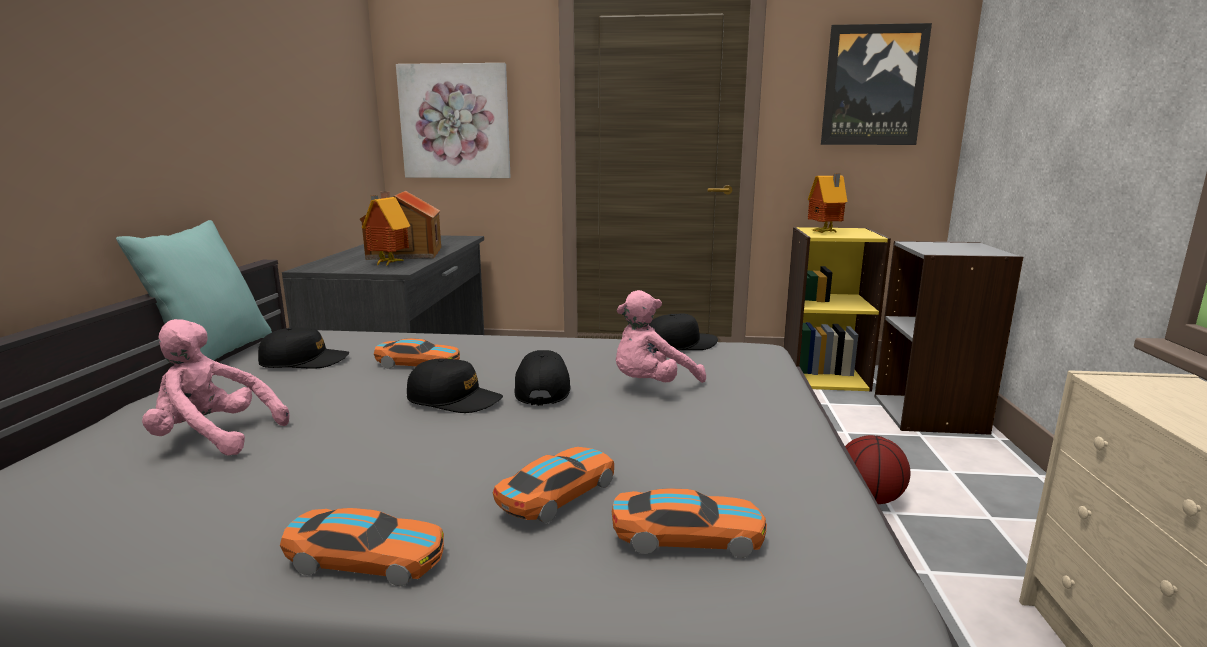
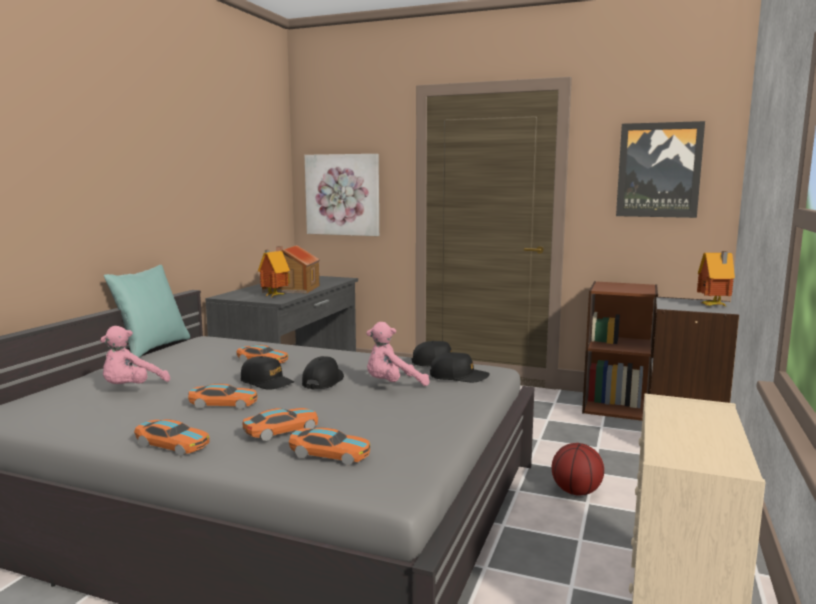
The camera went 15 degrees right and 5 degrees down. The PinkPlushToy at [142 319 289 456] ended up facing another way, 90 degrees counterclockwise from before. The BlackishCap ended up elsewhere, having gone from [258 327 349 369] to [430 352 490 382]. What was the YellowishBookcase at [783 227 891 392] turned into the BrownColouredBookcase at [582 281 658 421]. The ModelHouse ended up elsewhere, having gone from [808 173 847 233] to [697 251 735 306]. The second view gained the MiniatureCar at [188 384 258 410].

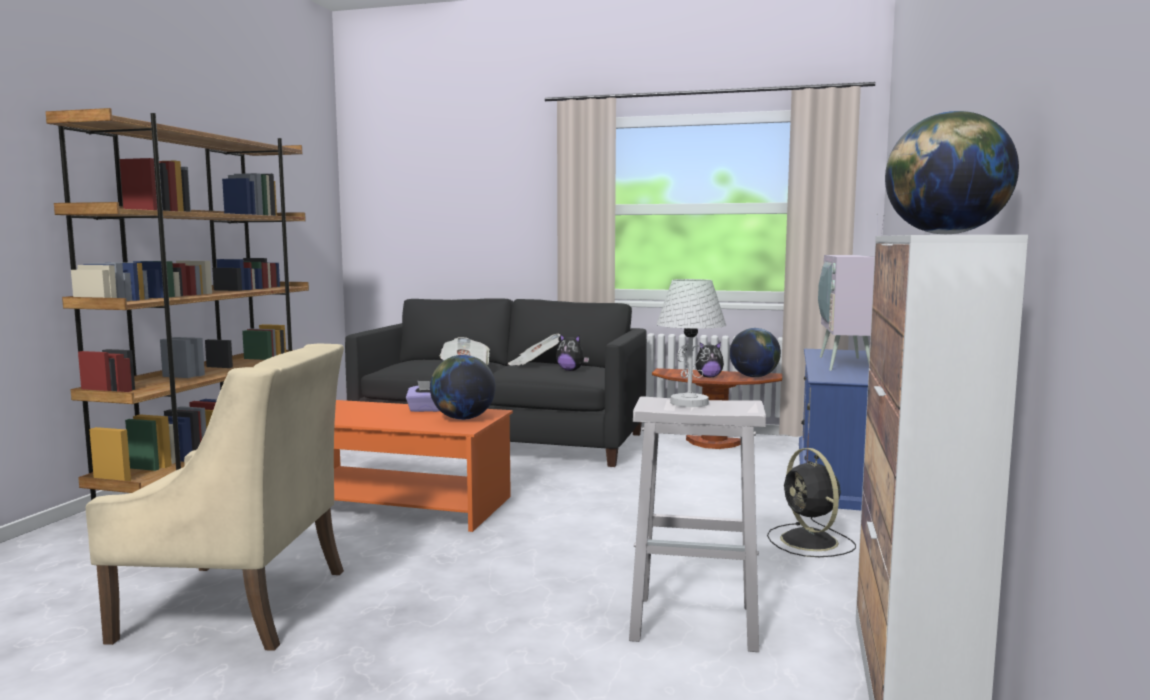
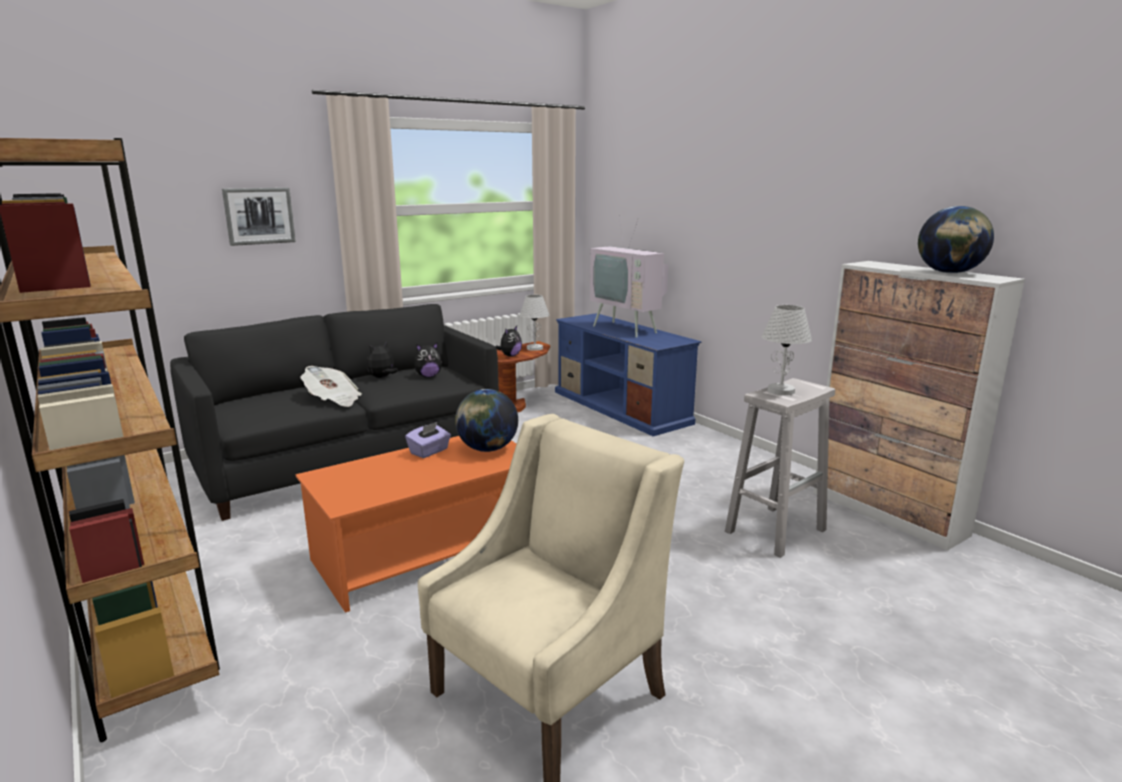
The camera went 50 degrees left and 10 degrees up. Where the Newspaper stood at [508 334 560 366], the PlushToy came to stand at [367 342 398 378]. Where the WorldGlobe stood at [730 328 781 377], the WhiteColouredTabletopLamp came to stand at [520 295 549 351]. The second view lost the BlackishElectricFan at [767 448 856 557]. The second view gained the Picture at [222 188 296 246].

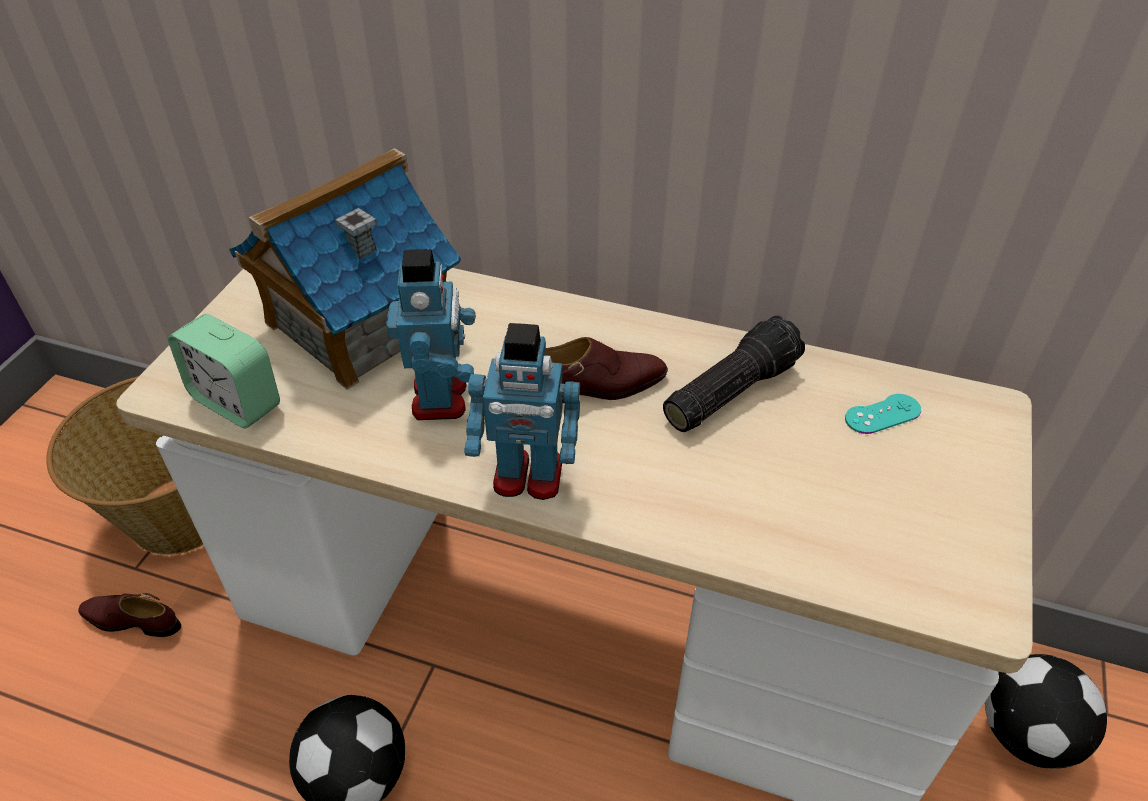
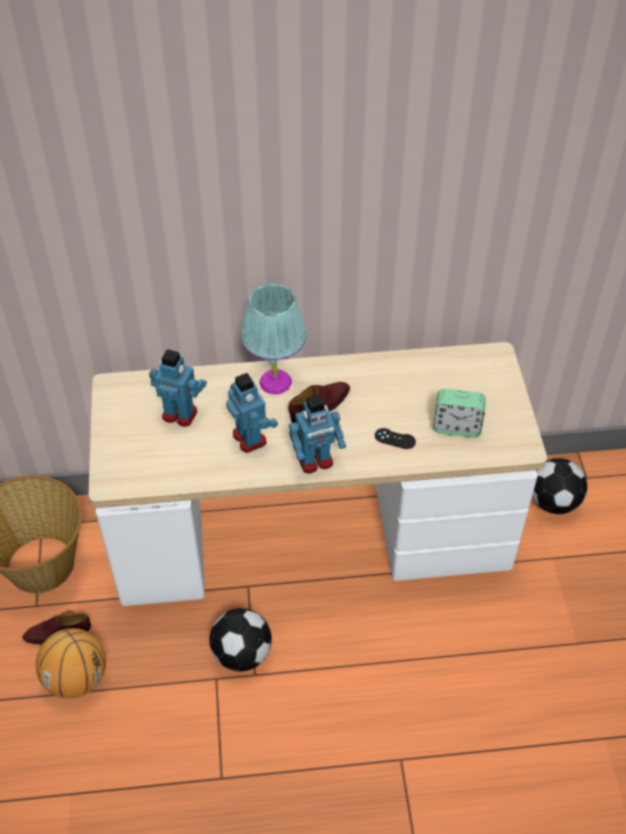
The camera went 25 degrees left and 5 degrees up. The BedsideClock ended up elsewhere, having gone from [168 314 280 429] to [433 389 486 437]. Where the ModelHouse stood at [229 148 461 390], the ModelRobot came to stand at [149 349 207 427]. The second view lost the Torch at [663 316 805 432]. The second view lost the TurquoiseColouredGameController at [845 394 921 434]. The second view gained the BasketballBall at [36 628 106 698]. The second view gained the TurquoiseColouredTabletopLamp at [241 284 306 394]. The second view gained the BlackishGameController at [375 428 416 449].

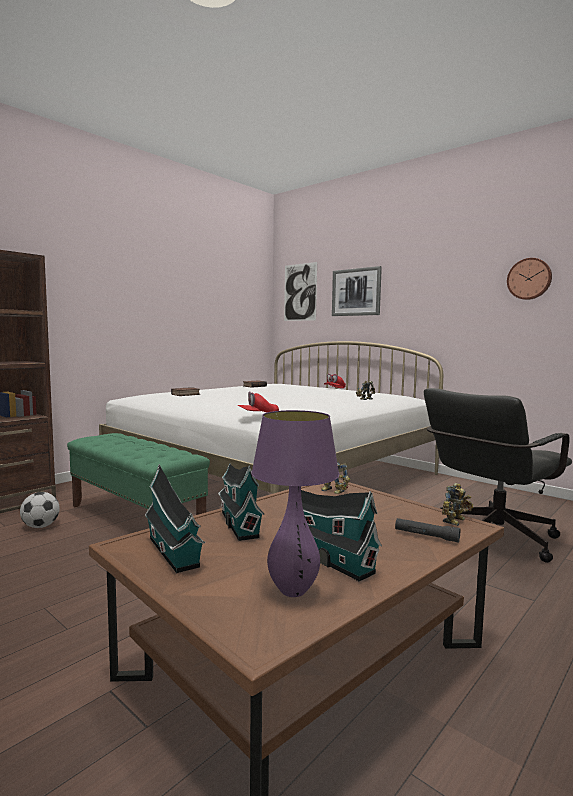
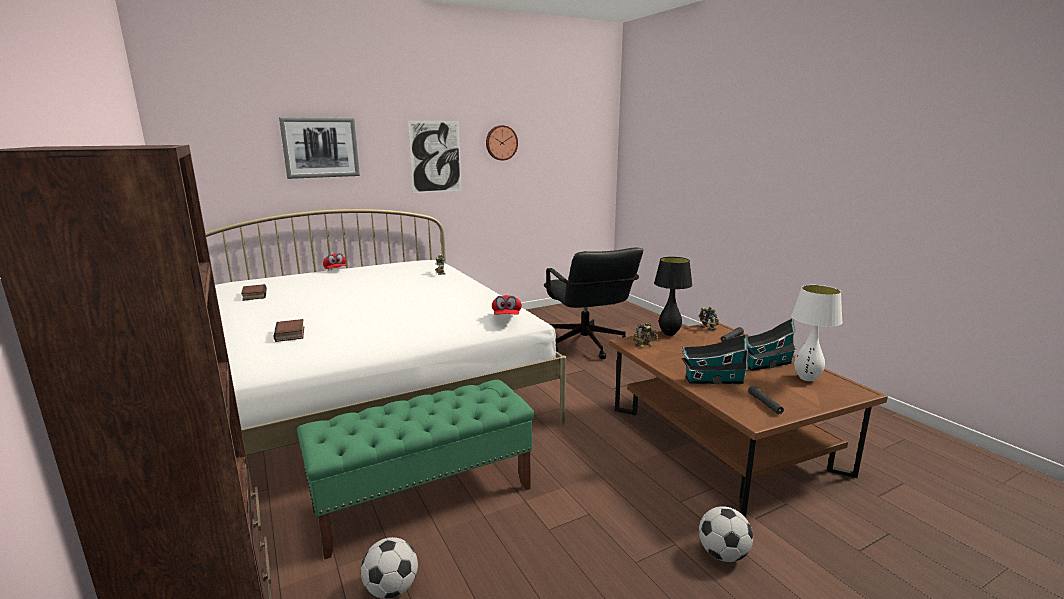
The camera went 70 degrees left and 10 degrees up. Where the ModelHouse stood at [145 464 205 573], the BlackishTorch came to stand at [748 385 784 414]. What was the PurpleTabletopLamp at [251 410 339 597] turned into the WhiteColouredTabletopLamp at [791 285 843 381]. The Picture ended up elsewhere, having gone from [284 262 317 321] to [408 121 462 193]. The second view gained the BlackishTabletopLamp at [654 257 693 336]. The second view gained the Football at [699 506 753 562].

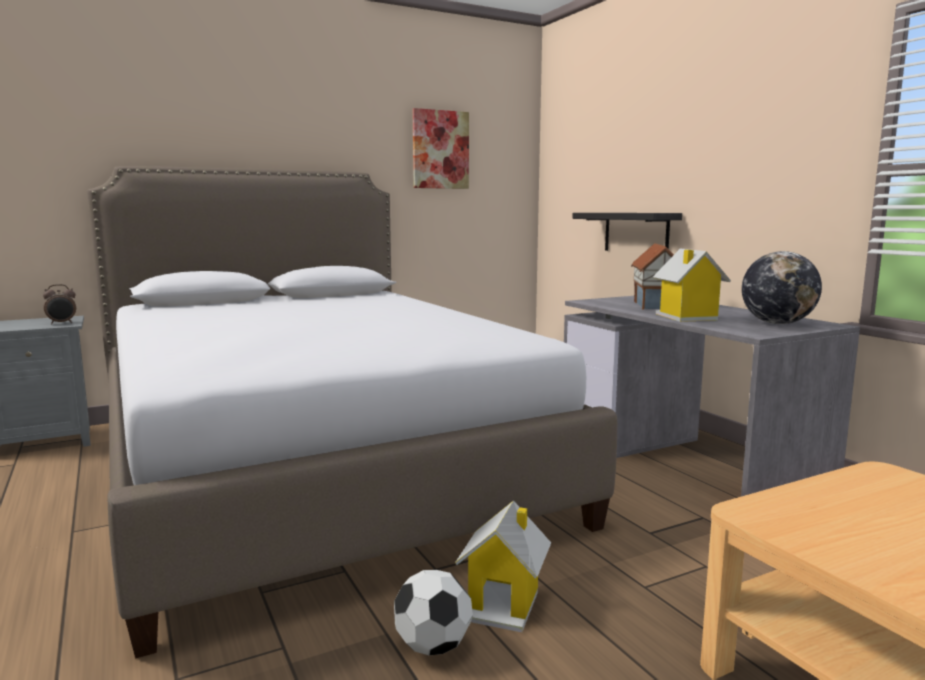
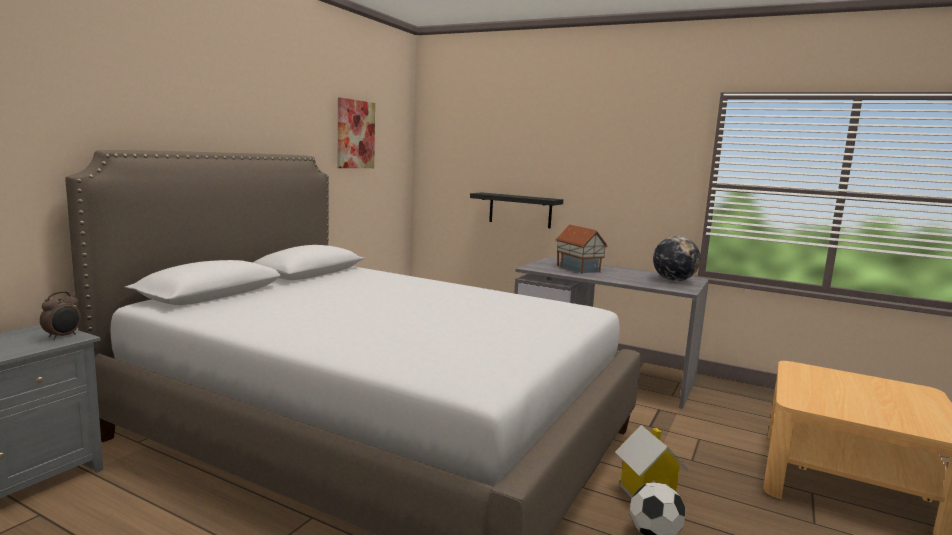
The camera went 35 degrees left and 0 degrees up. The second view lost the ModelHouse at [653 248 731 322].

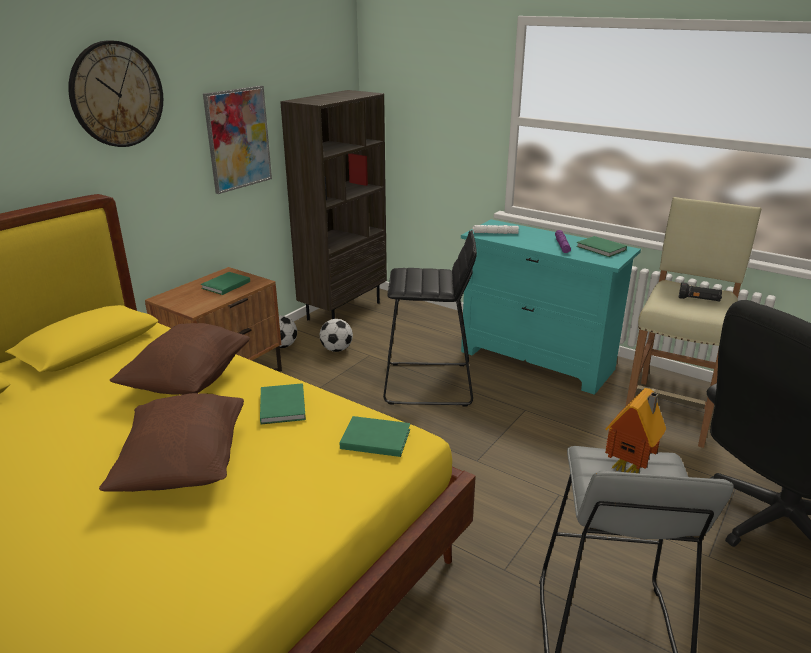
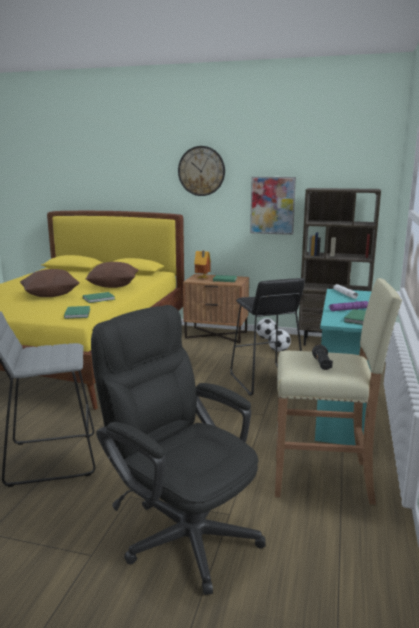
The camera went 70 degrees right and 10 degrees down. The ModelHouse ended up elsewhere, having gone from [605 388 666 473] to [194 251 211 279].

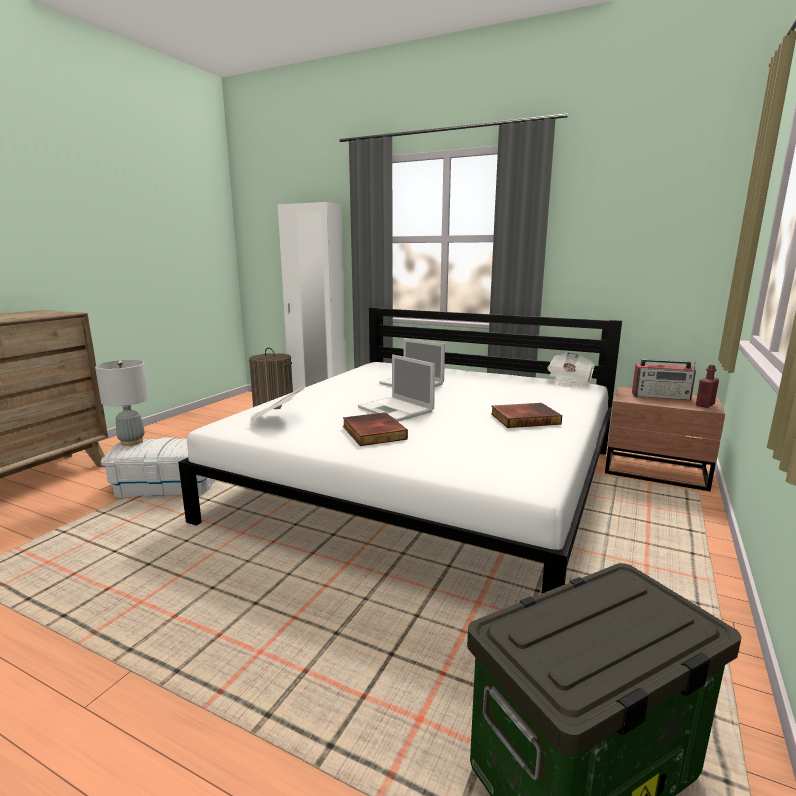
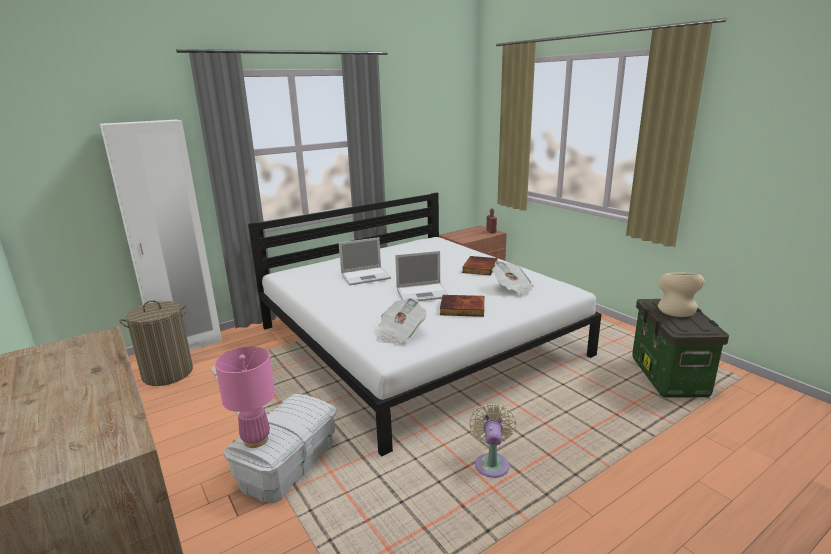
The camera went 60 degrees left and 5 degrees up. What was the GreyishTabletopLamp at [95 360 149 446] turned into the PinkTabletopLamp at [215 346 275 448]. The Newspaper ended up elsewhere, having gone from [547 352 595 388] to [492 261 534 296]. The second view lost the Radio at [632 359 696 401]. The second view gained the BeigeElectricFan at [469 403 516 478]. The second view gained the BeigeVase at [658 273 705 317].

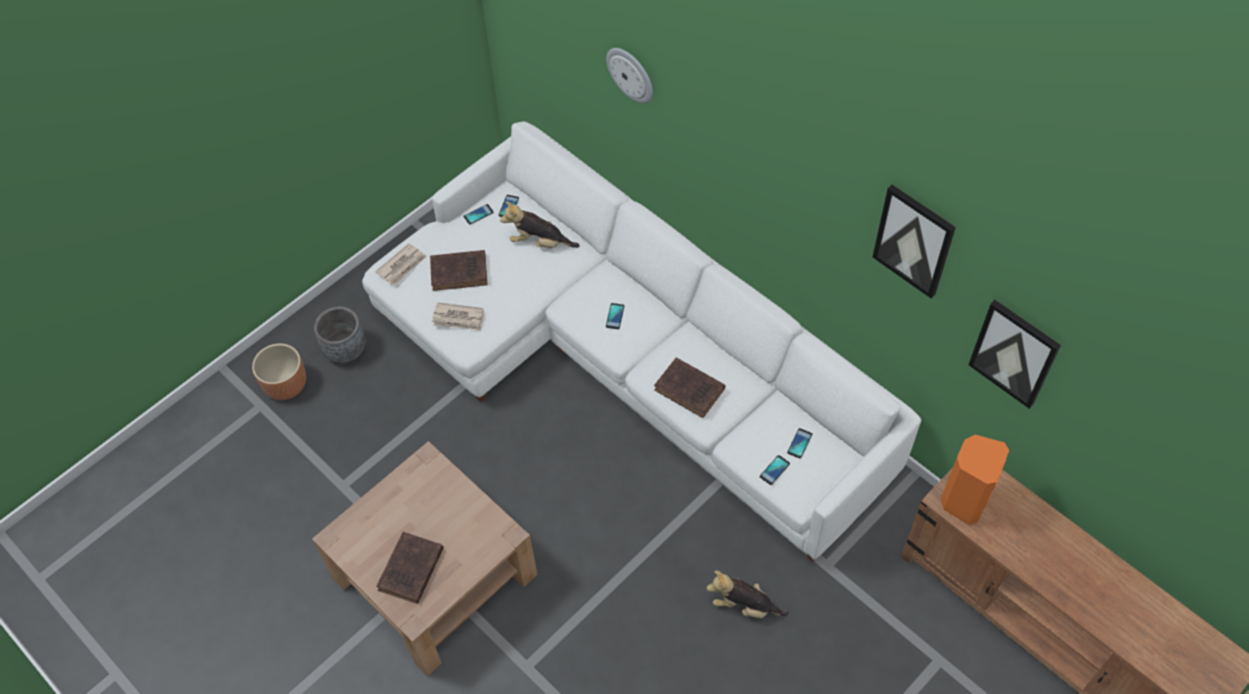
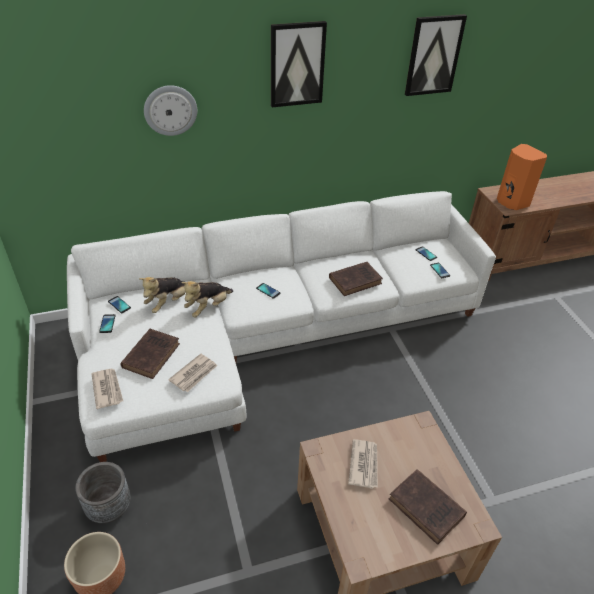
The camera went 65 degrees left and 15 degrees down. The PlushToy ended up elsewhere, having gone from [706 571 789 618] to [181 281 233 317]. The Picture ended up elsewhere, having gone from [968 300 1061 409] to [271 21 327 107]. The second view gained the Newspaper at [348 439 378 489].

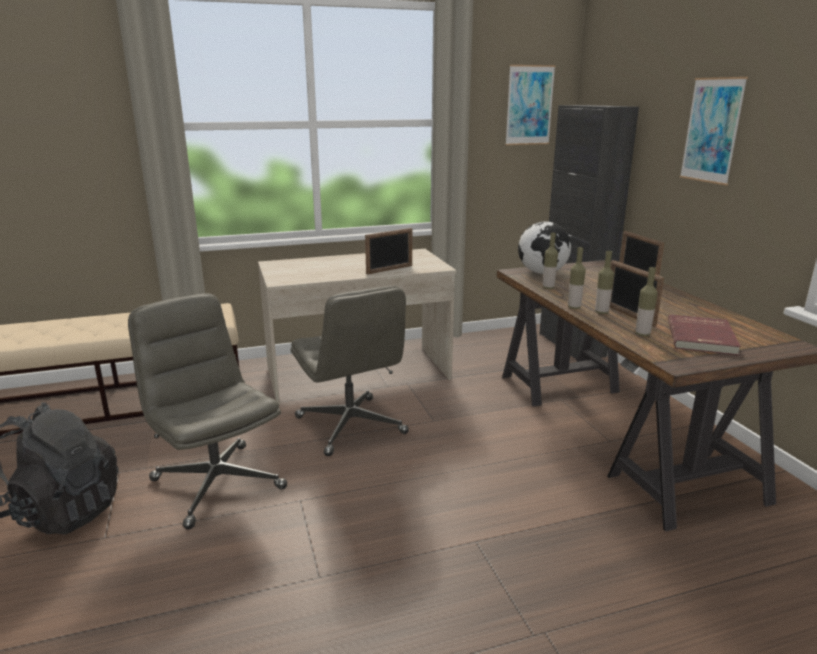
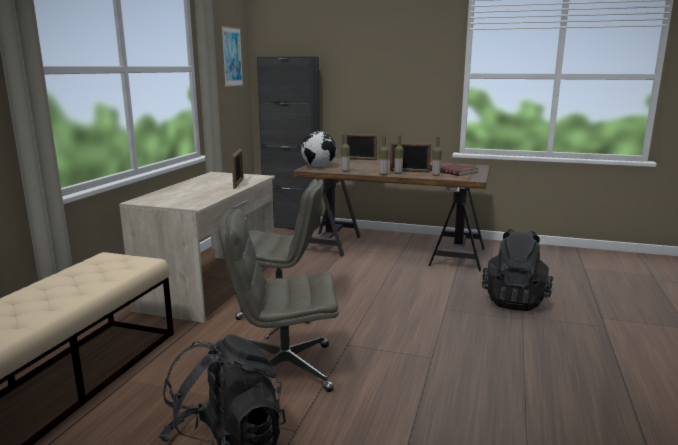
The camera went 55 degrees left and 5 degrees down. The second view lost the Picture at [680 77 748 185]. The second view gained the BlackishRucksack at [482 229 553 311].

